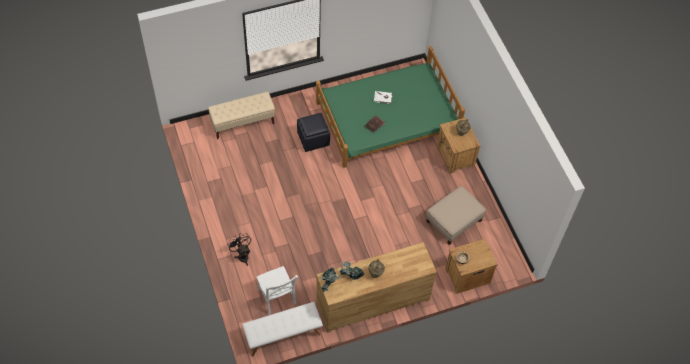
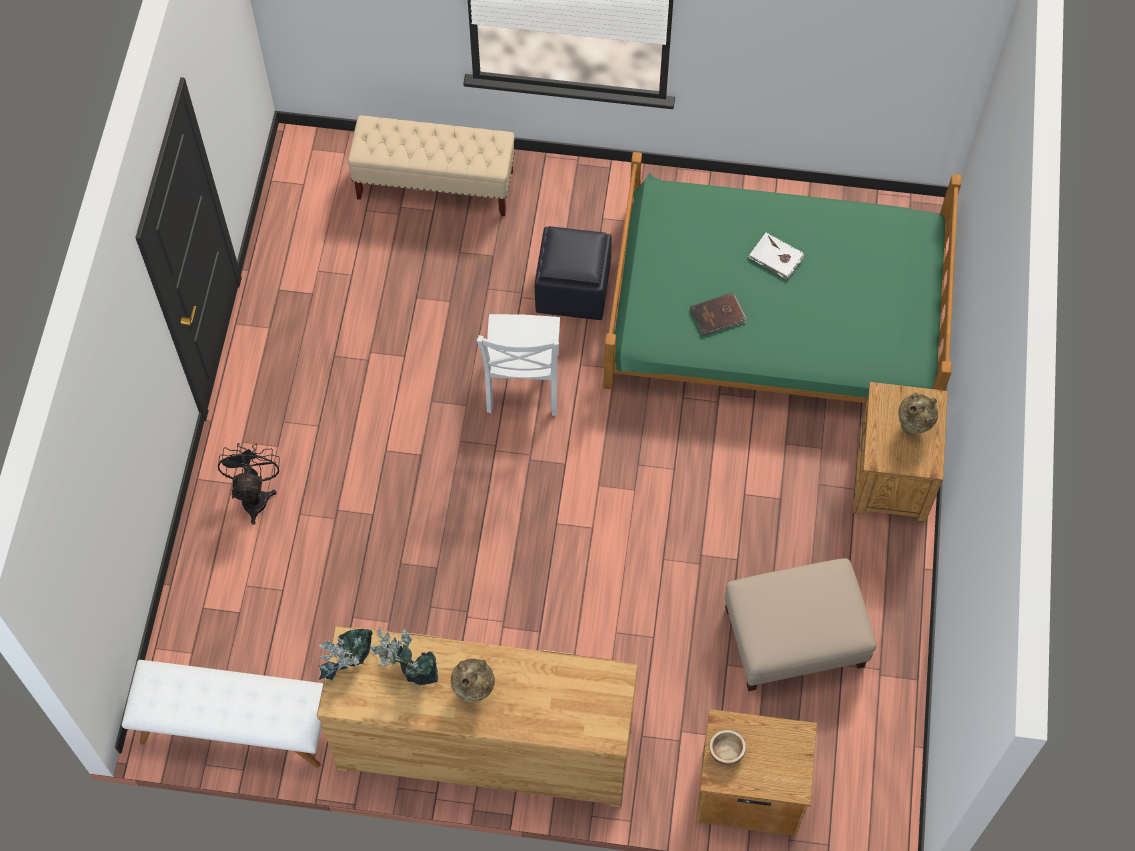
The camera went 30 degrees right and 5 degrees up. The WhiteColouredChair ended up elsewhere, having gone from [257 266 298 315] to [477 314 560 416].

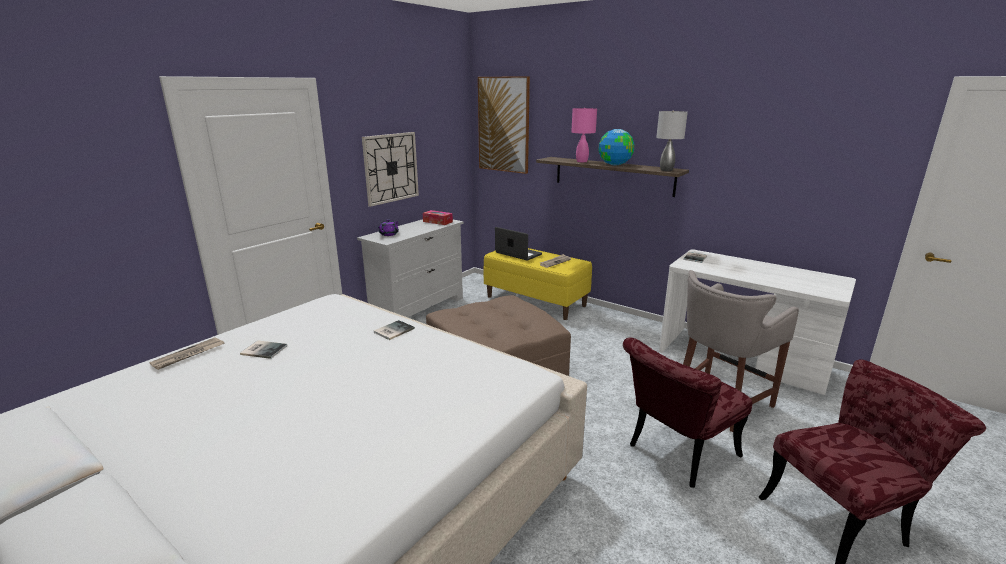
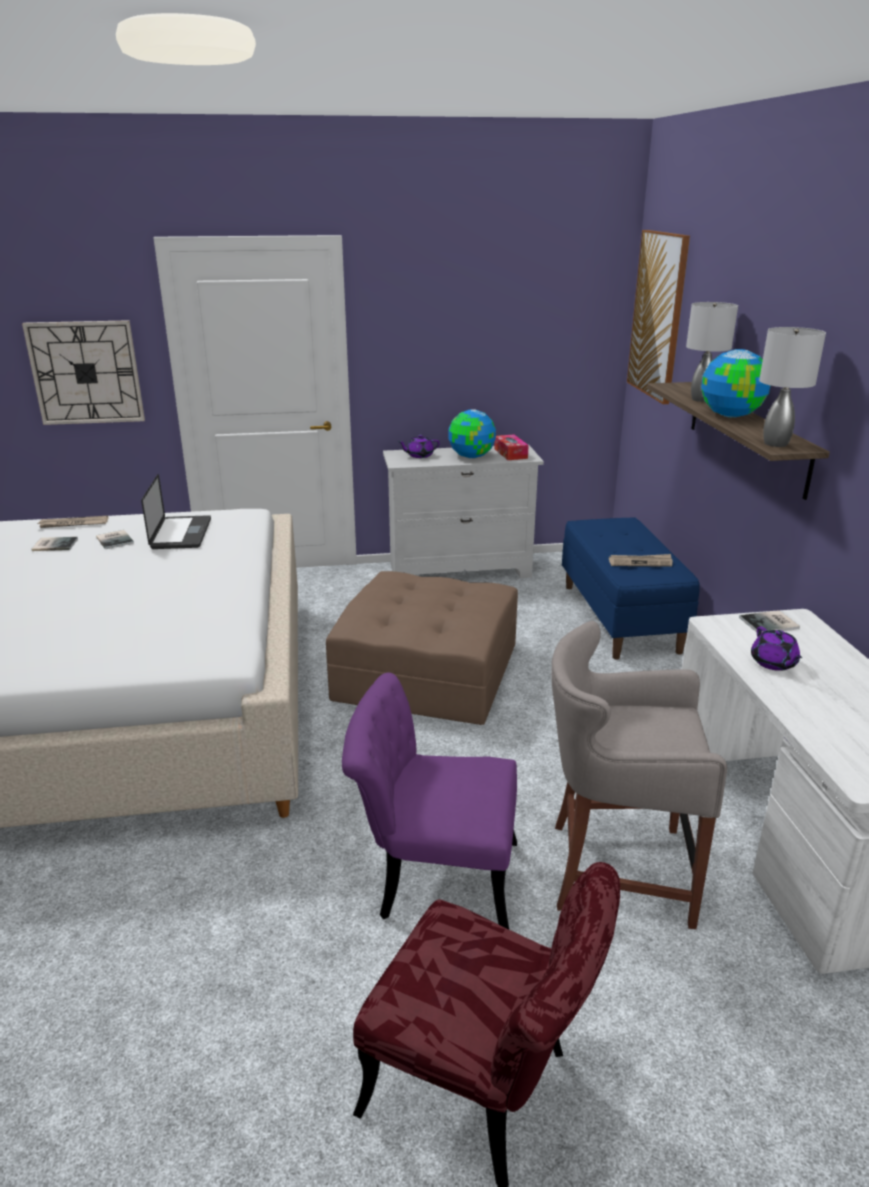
The camera went 45 degrees right and 5 degrees up. The WallClock ended up elsewhere, having gone from [362 132 419 207] to [22 320 145 425]. The Volume ended up elsewhere, having gone from [374 320 415 340] to [32 537 78 551]. What was the YellowishLongSeat at [483 248 592 320] turned into the BlueLongSeat at [562 517 700 660]. The Laptop ended up elsewhere, having gone from [495 227 542 261] to [141 474 211 549]. What was the PinkTabletopLamp at [571 108 597 162] turned into the GreyishTabletopLamp at [686 302 738 402]. What was the RedColouredChair at [623 338 752 488] turned into the PurpleChair at [342 673 517 929]. The second view gained the WorldGlobe at [448 409 496 458]. The second view gained the PurpleTeaPot at [751 626 802 671].

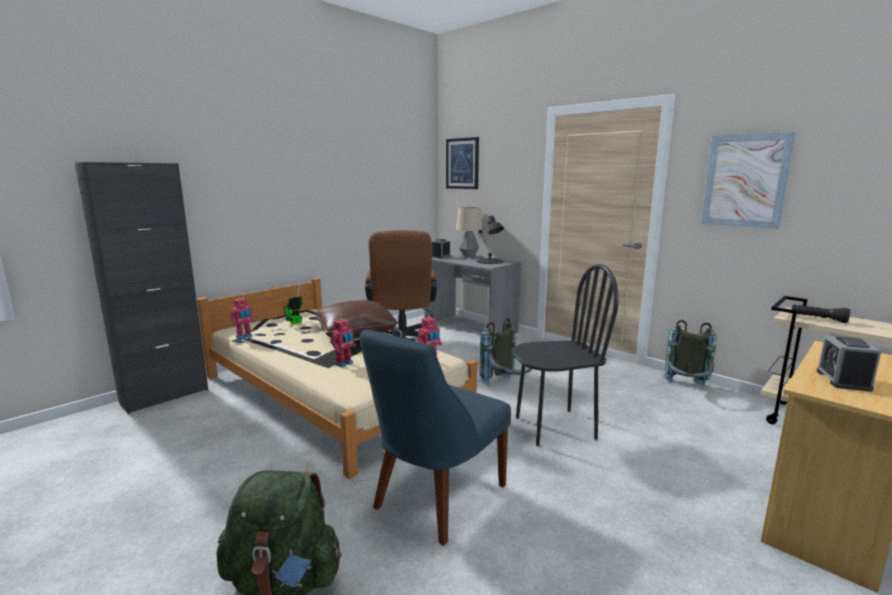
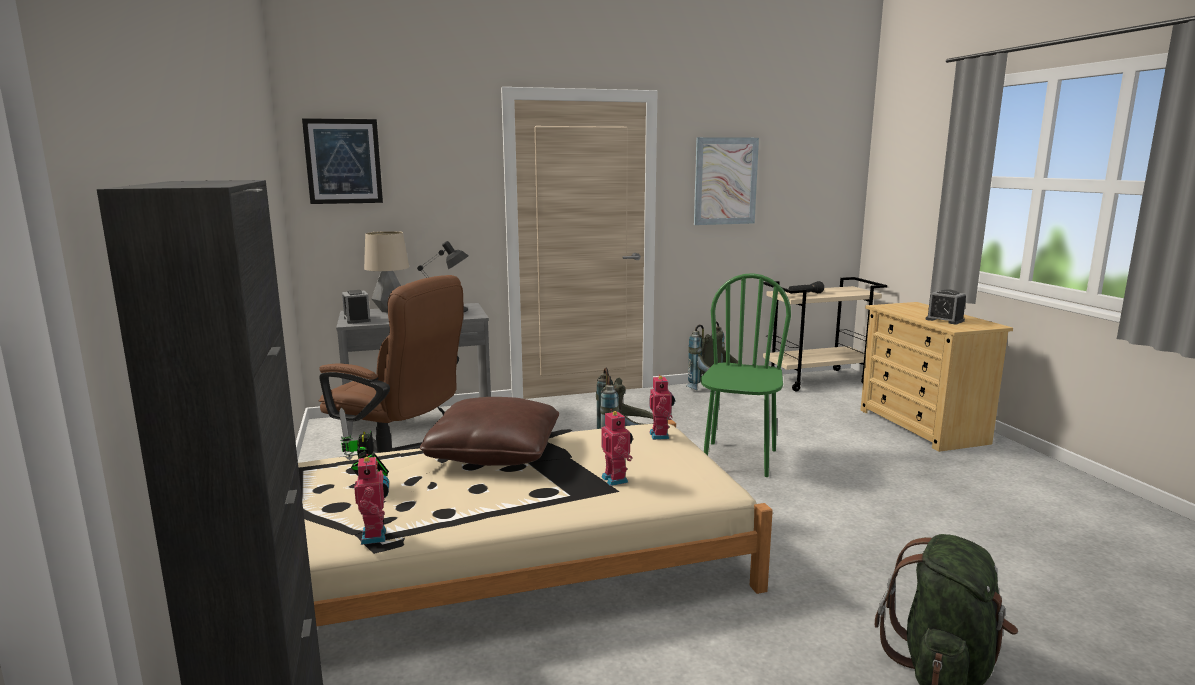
The camera went 60 degrees left and 0 degrees up. The second view lost the BlueChair at [360 329 511 546]. What was the BlackishChair at [512 264 619 446] turned into the GreenChair at [701 273 791 477].

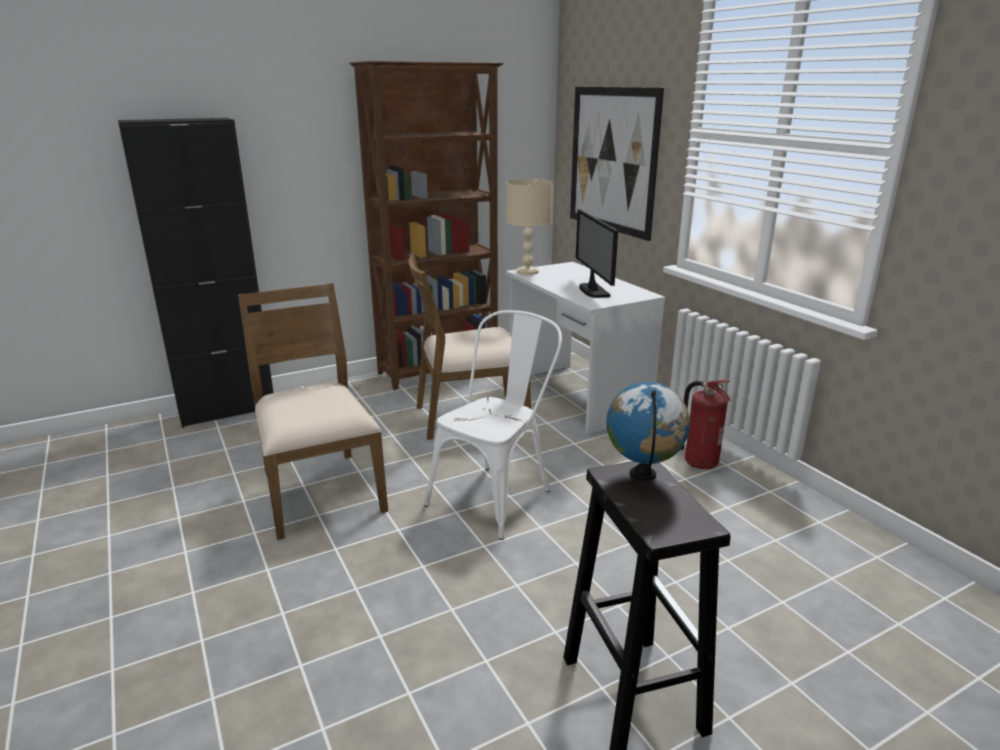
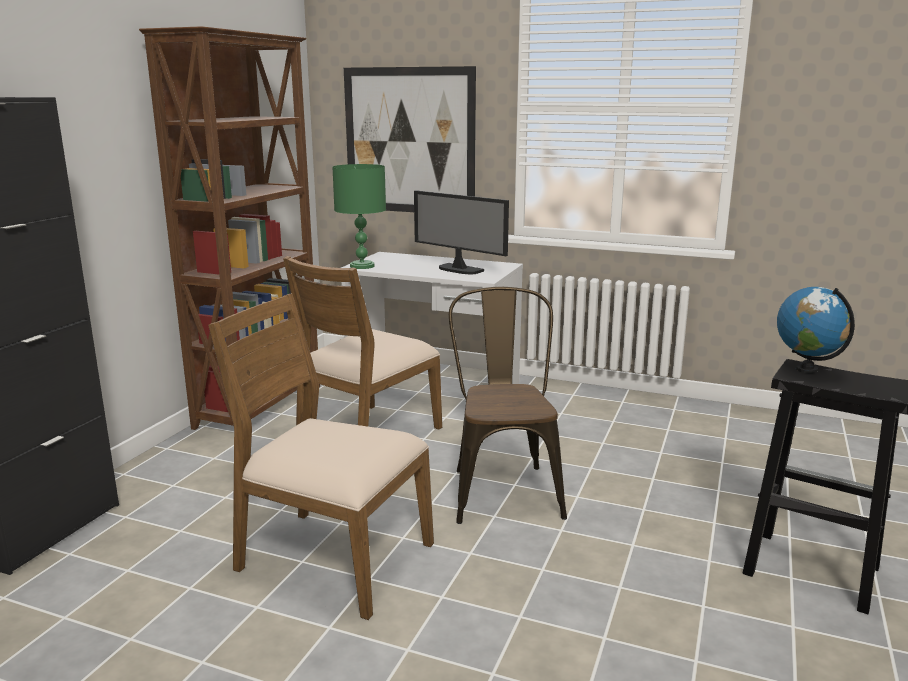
The camera went 40 degrees left and 5 degrees down. What was the WhiteColouredChair at [424 310 562 540] turned into the BrownColouredChair at [449 287 567 524]. What was the BeigeTabletopLamp at [505 179 553 275] turned into the GreenTabletopLamp at [332 164 386 269]. The second view lost the FireExtinguisher at [680 380 731 469].

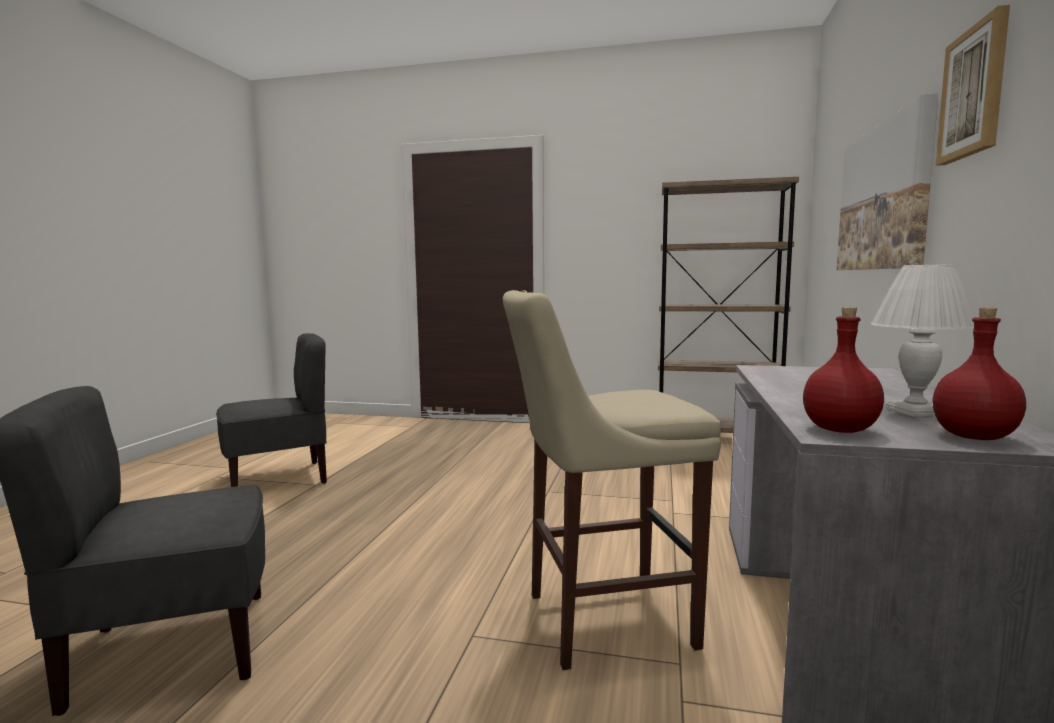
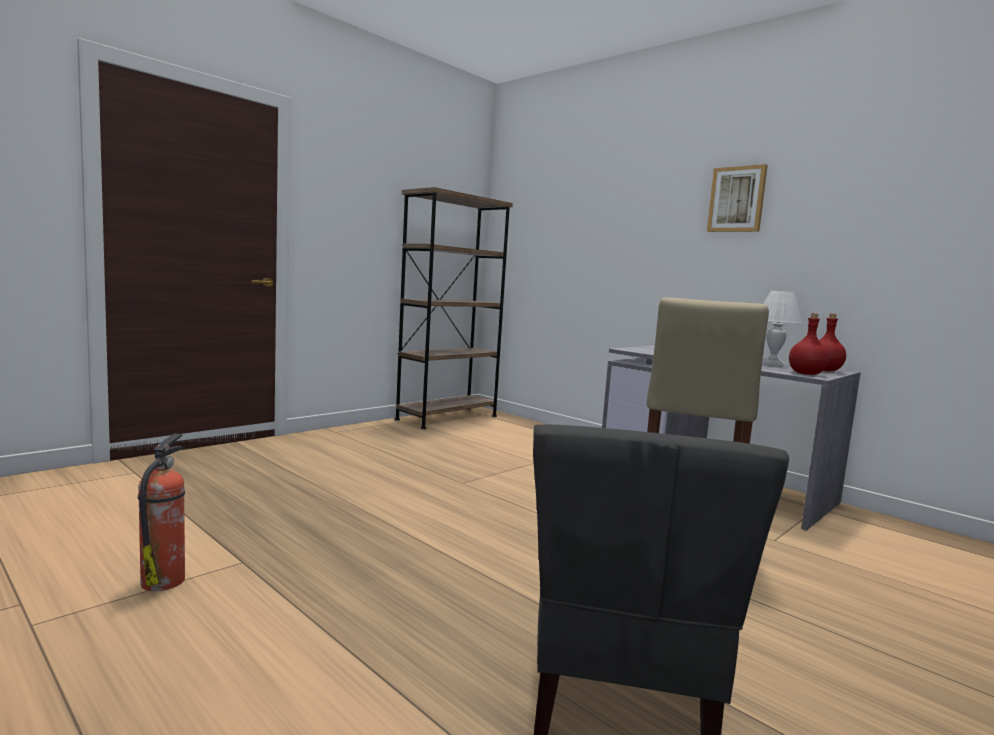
The camera went 60 degrees left and 0 degrees up. Where the GreyishChair stood at [216 333 327 487], the FireExtinguisher came to stand at [138 434 185 591]. The second view lost the Picture at [837 93 938 270].

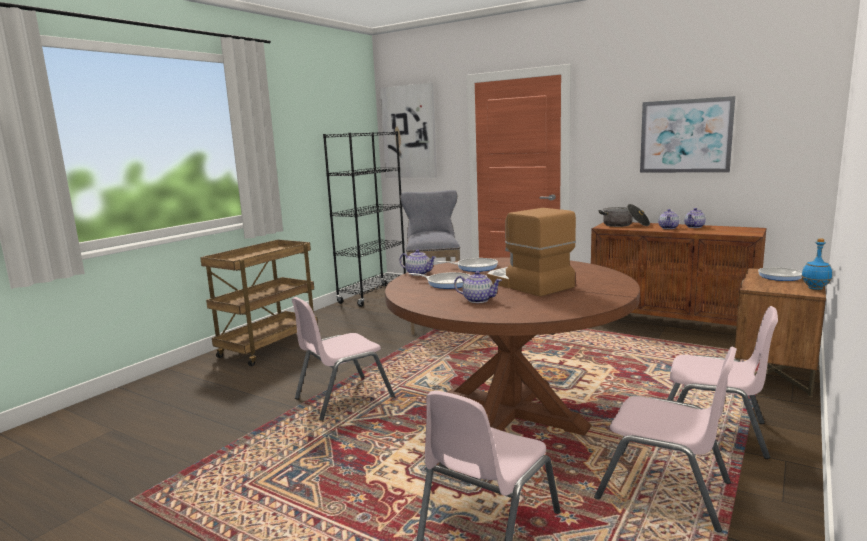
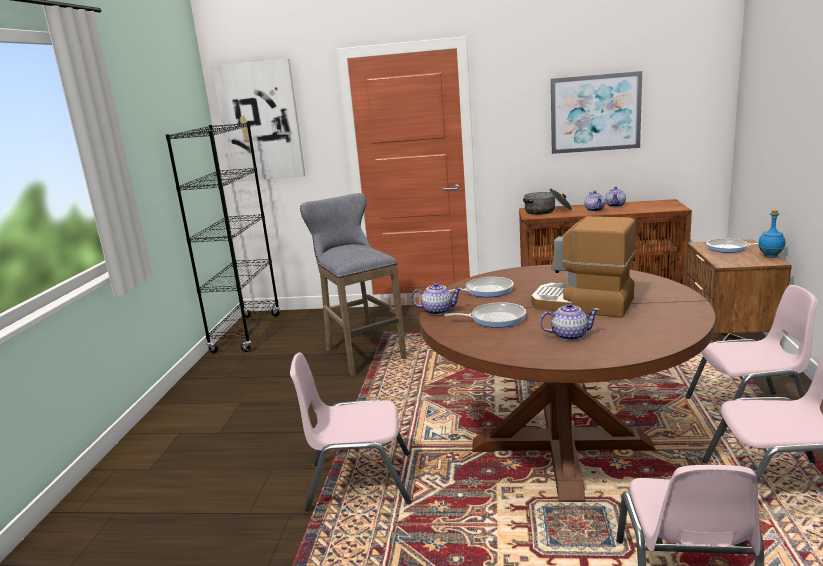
The camera went 25 degrees left and 5 degrees up. The second view lost the BrownColouredWheeledCart at [200 240 318 367]. The PinkChair at [291 297 395 421] ended up facing another way, 60 degrees clockwise from before.

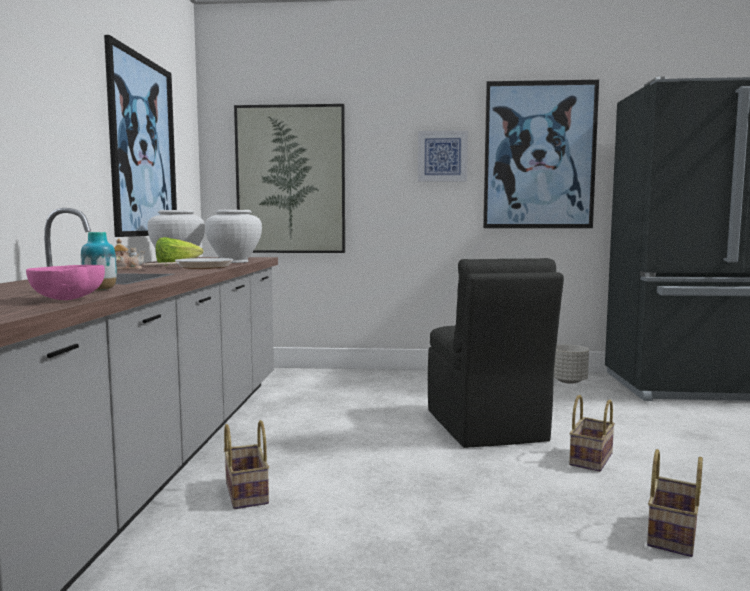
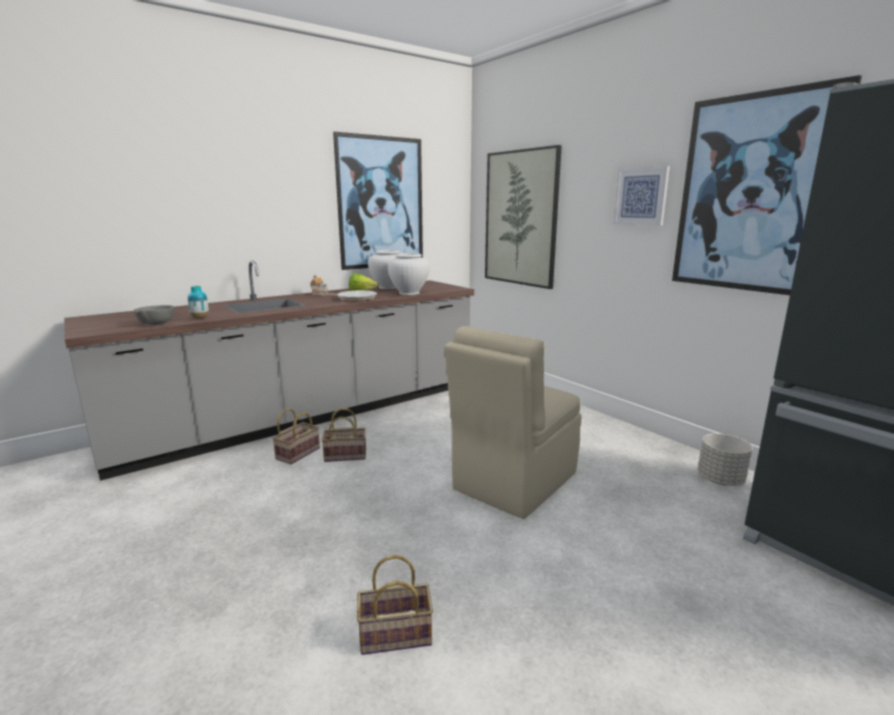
The camera went 50 degrees right and 10 degrees up. What was the PinkBowl at [26 265 105 300] turned into the GreyishBowl at [133 305 174 325]. What was the BlackishChair at [428 258 564 448] turned into the BeigeChair at [444 326 581 519]. The HouseholdBasket ended up elsewhere, having gone from [569 395 615 472] to [322 408 366 462].

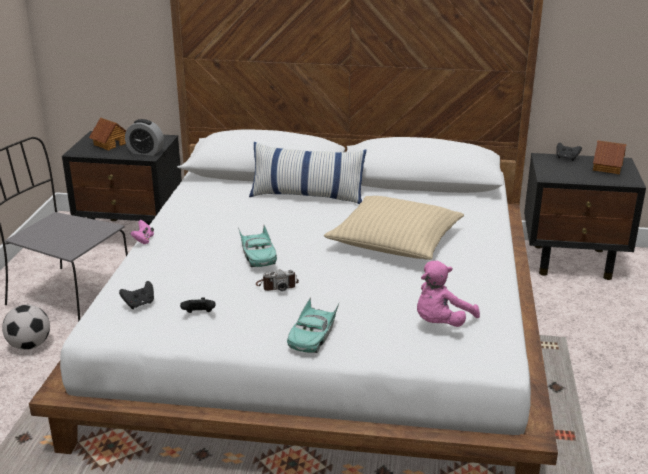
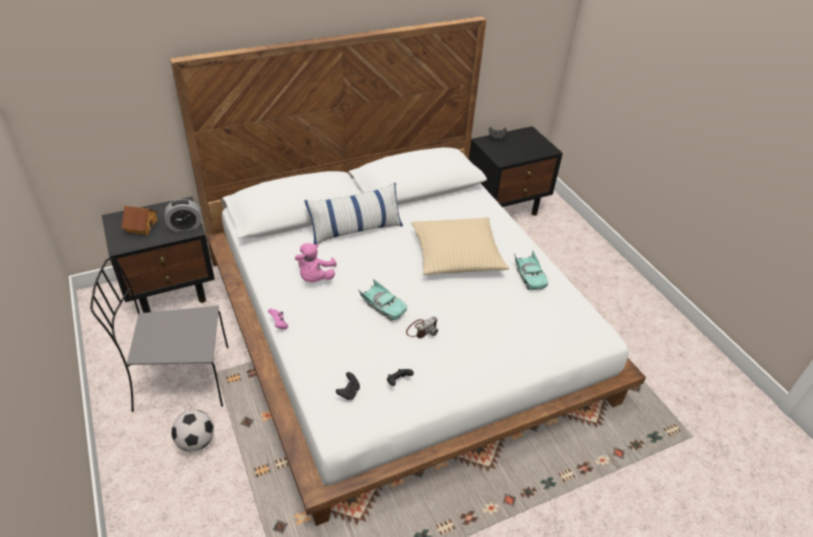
The camera went 35 degrees left and 15 degrees up. The TurquoiseColouredMiniatureCar ended up elsewhere, having gone from [287 297 339 353] to [514 251 548 290]. The PinkPlushToy ended up elsewhere, having gone from [417 260 480 327] to [295 243 337 282]. The second view lost the ModelHouse at [593 140 626 174].

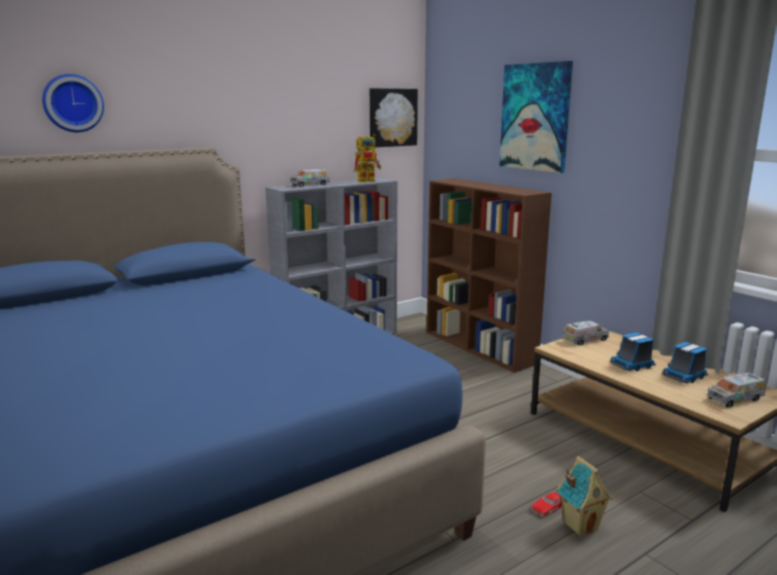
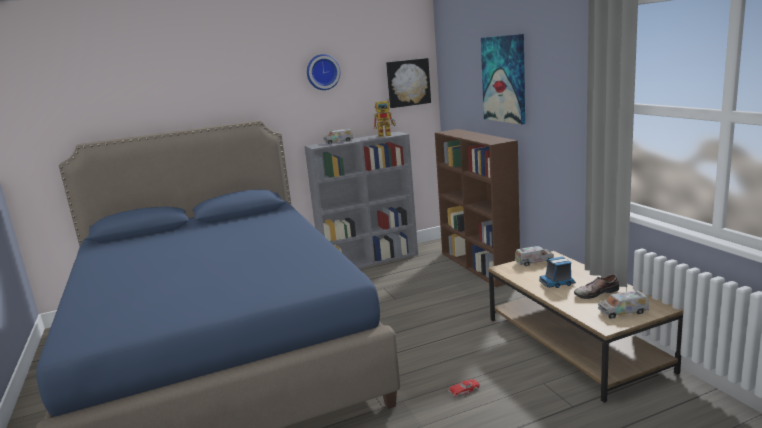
The camera went 15 degrees right and 0 degrees up. The WallClock ended up elsewhere, having gone from [42 74 104 132] to [307 54 340 90]. The second view lost the ModelHouse at [557 456 613 537]. Where the ToyTruck stood at [662 342 708 383], the LowShoe came to stand at [574 274 619 299].

